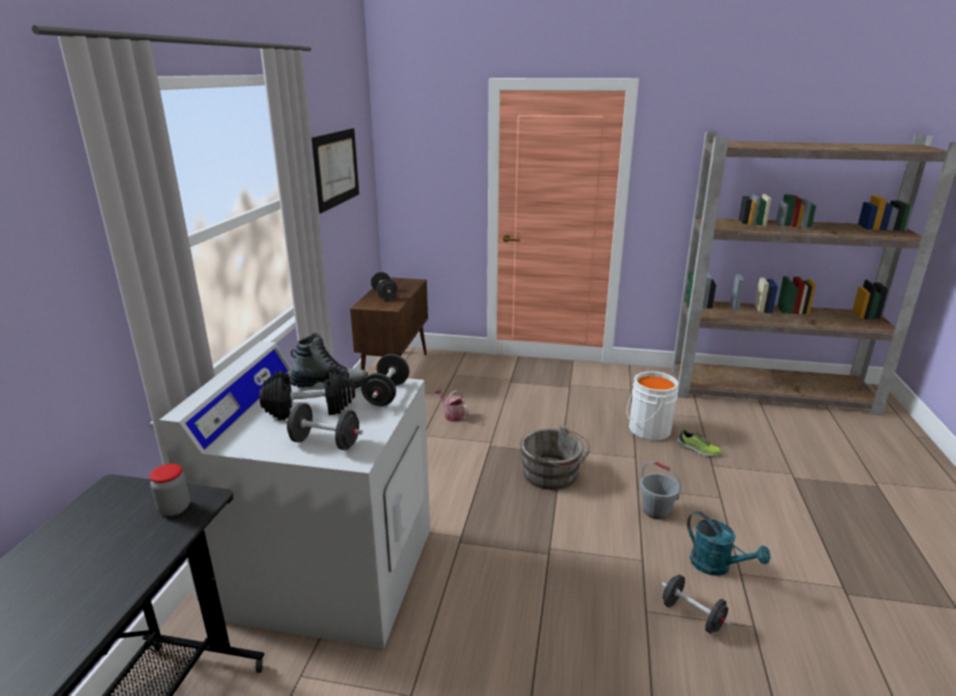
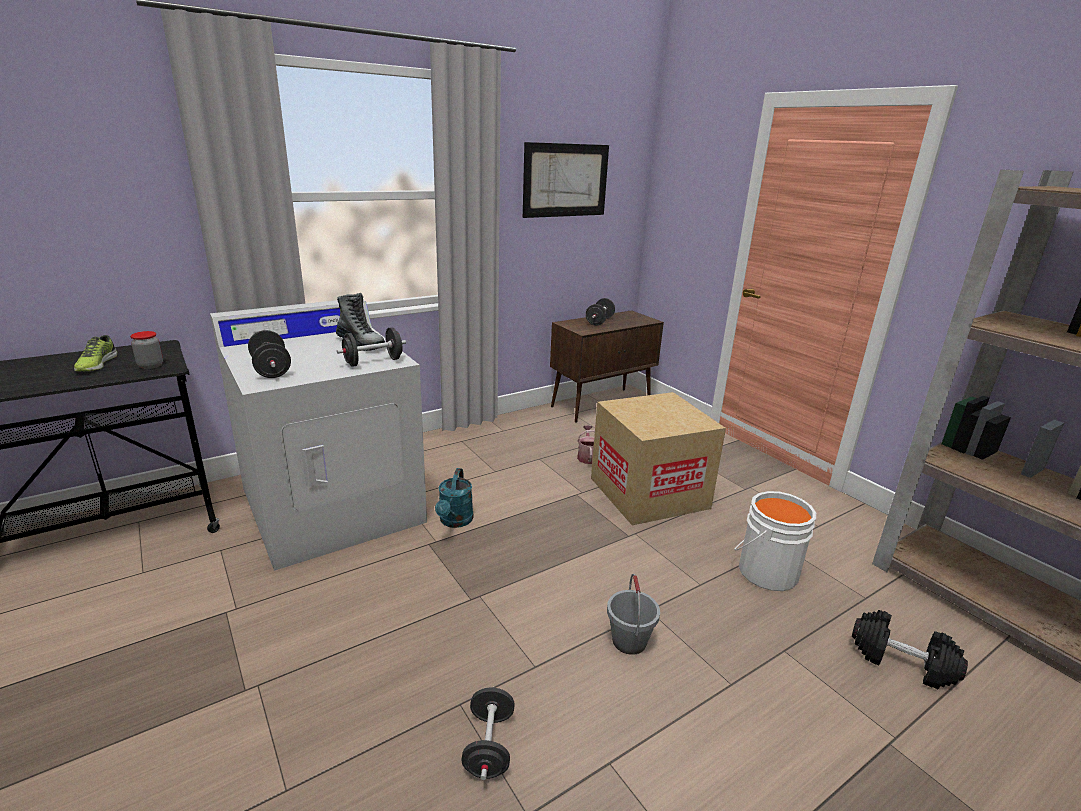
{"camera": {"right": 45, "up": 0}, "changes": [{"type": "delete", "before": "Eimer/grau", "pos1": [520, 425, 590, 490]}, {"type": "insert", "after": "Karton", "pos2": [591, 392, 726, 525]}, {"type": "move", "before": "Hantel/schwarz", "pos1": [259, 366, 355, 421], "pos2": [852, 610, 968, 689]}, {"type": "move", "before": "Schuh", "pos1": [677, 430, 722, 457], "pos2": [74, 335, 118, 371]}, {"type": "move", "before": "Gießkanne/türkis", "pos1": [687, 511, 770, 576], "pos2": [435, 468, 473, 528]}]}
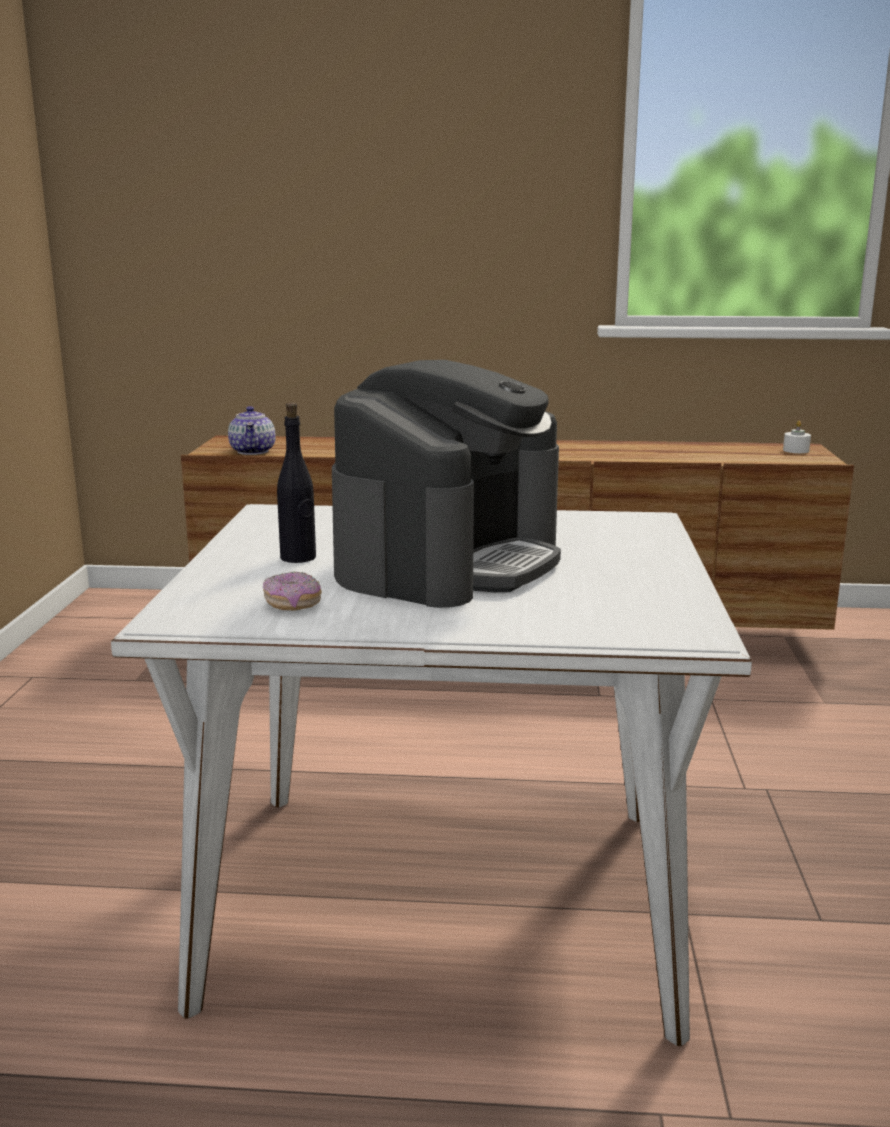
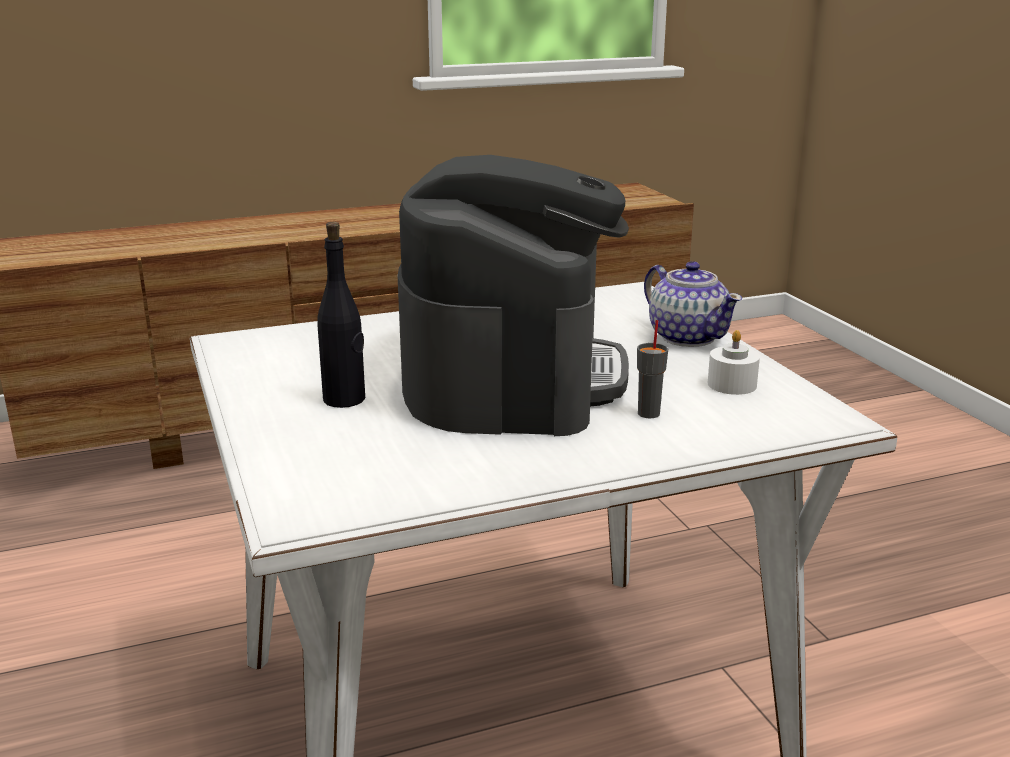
{"camera": {"right": -25, "up": 5}, "changes": [{"type": "delete", "before": "Donut", "pos1": [263, 571, 322, 610]}, {"type": "insert", "after": "Tasse/grau", "pos2": [637, 320, 668, 418]}, {"type": "move", "before": "Teekanne", "pos1": [228, 406, 276, 455], "pos2": [644, 261, 742, 347]}, {"type": "move", "before": "Kerze/weiß", "pos1": [783, 421, 811, 453], "pos2": [708, 330, 760, 395]}]}
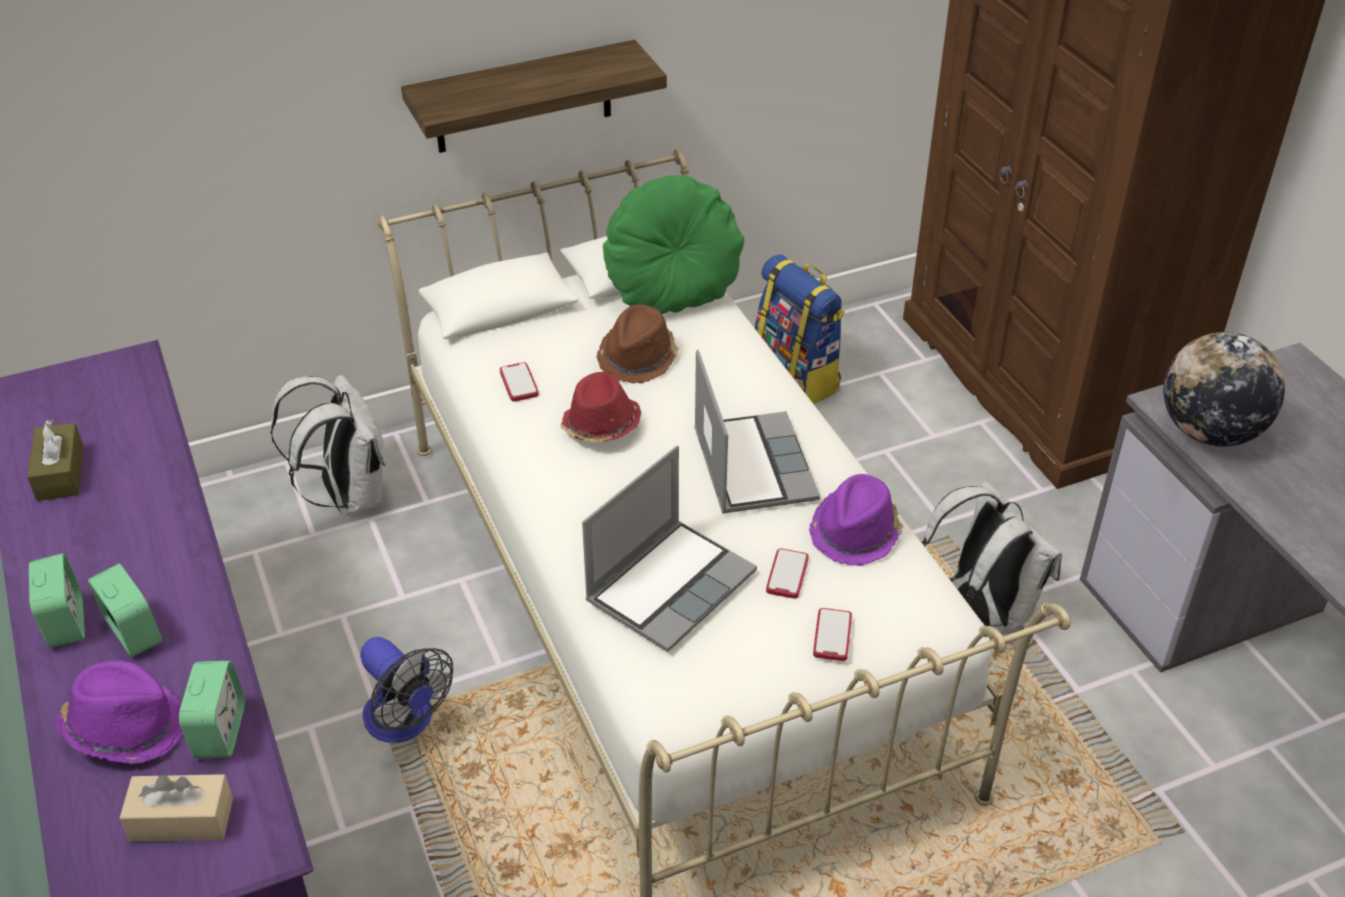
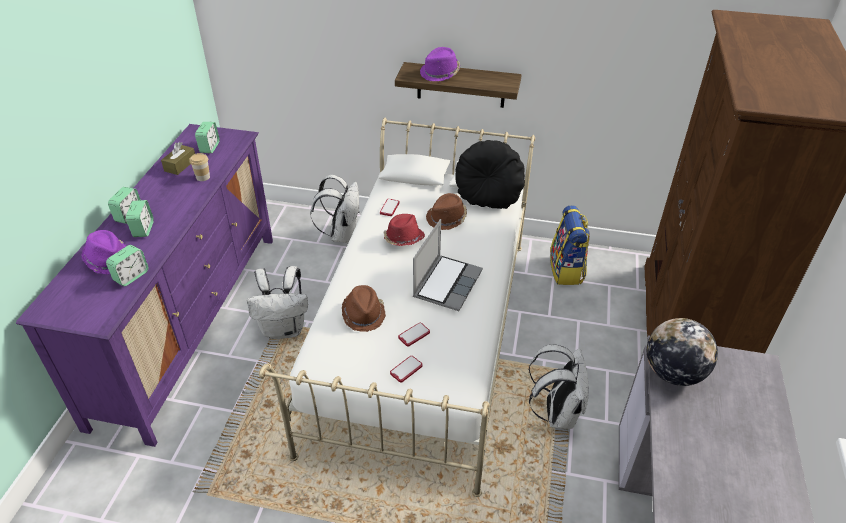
{"camera": {"right": 35, "up": 0}, "changes": [{"type": "delete", "before": "Taschentuchbox/beige", "pos1": [120, 774, 233, 842]}, {"type": "insert", "after": "Tasse", "pos2": [189, 153, 210, 181]}, {"type": "insert", "after": "Wecker", "pos2": [195, 122, 220, 153]}, {"type": "move", "before": "Hut/lila", "pos1": [809, 474, 903, 566], "pos2": [420, 47, 460, 81]}, {"type": "replace", "before": "Ventilator", "after": "Rucksack/weiß", "pos1": [360, 637, 453, 743], "pos2": [247, 266, 308, 339]}, {"type": "replace", "before": "Laptop", "after": "Hut/braun", "pos1": [582, 446, 757, 652], "pos2": [342, 285, 386, 332]}, {"type": "recolor", "before": "Kissen/grün", "after": "Kissen/schwarz", "pos1": [603, 176, 744, 314], "pos2": [455, 140, 525, 209]}]}
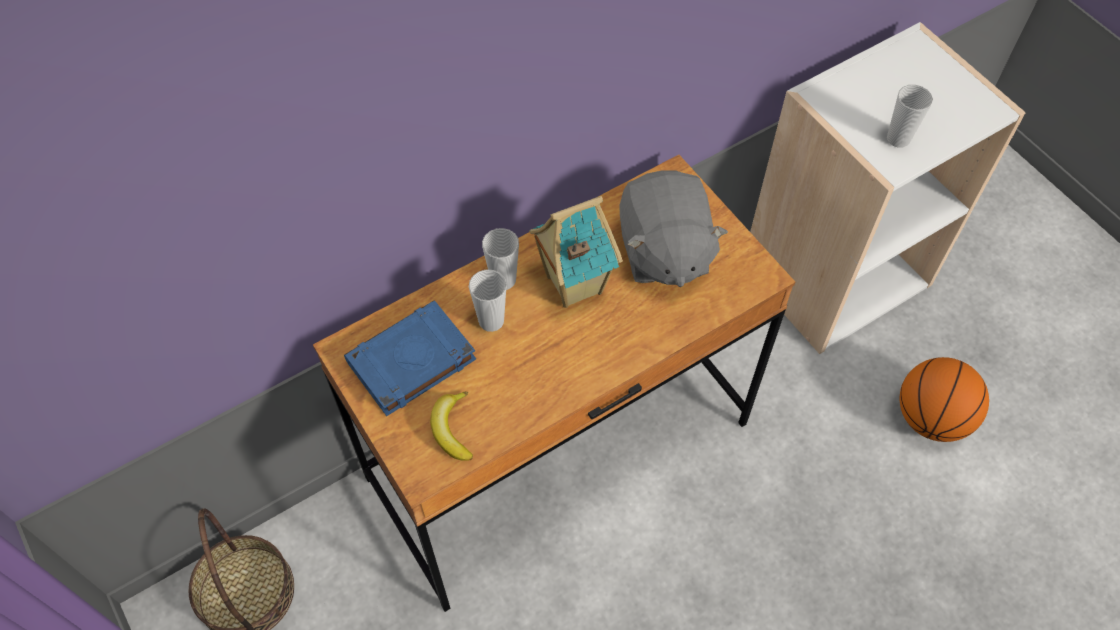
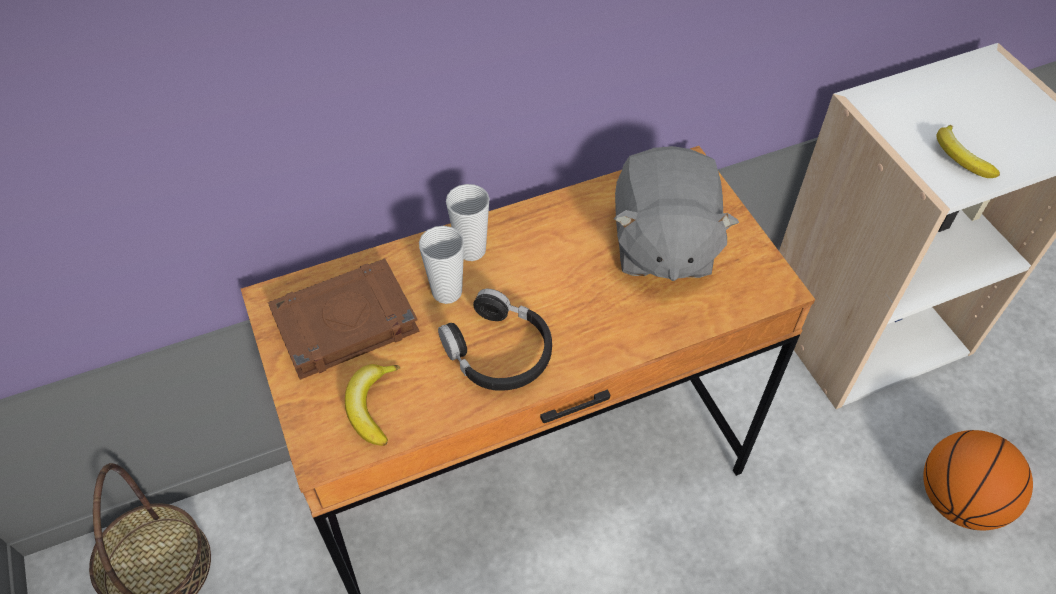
{"camera": {"right": 10, "up": -5}, "changes": [{"type": "delete", "before": "Spielzeughaus", "pos1": [529, 196, 623, 308]}, {"type": "insert", "after": "Kopfhörer/schwarz", "pos2": [438, 289, 552, 391]}, {"type": "replace", "before": "Tasse", "after": "Banane", "pos1": [887, 85, 933, 148], "pos2": [936, 125, 1000, 178]}, {"type": "recolor", "before": "Buch/blau", "after": "Buch/braun", "pos1": [344, 301, 476, 416], "pos2": [268, 258, 419, 380]}]}
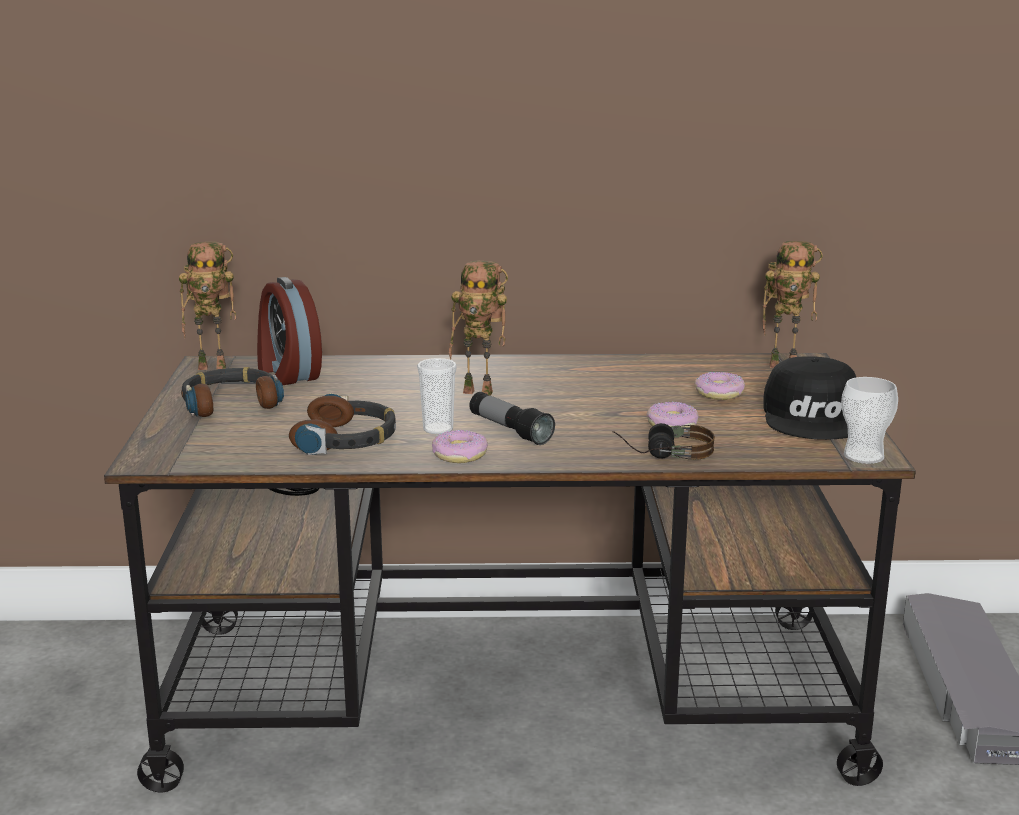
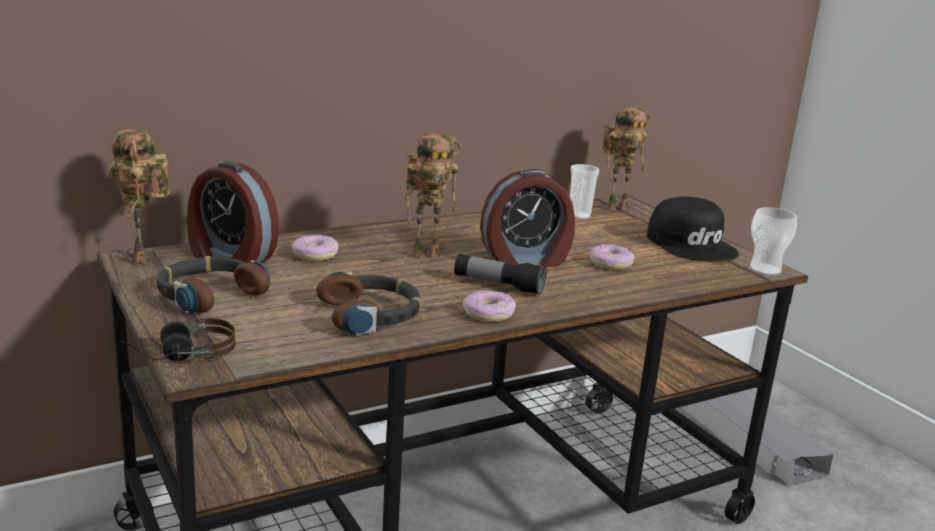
{"camera": {"right": -30, "up": 0}, "changes": [{"type": "insert", "after": "Wecker", "pos2": [480, 169, 575, 267]}, {"type": "move", "before": "Tasse", "pos1": [417, 358, 457, 434], "pos2": [570, 164, 599, 219]}, {"type": "move", "before": "Kopfhörer", "pos1": [613, 423, 715, 460], "pos2": [120, 318, 236, 361]}, {"type": "move", "before": "Donut", "pos1": [695, 372, 745, 400], "pos2": [292, 235, 339, 261]}, {"type": "rotate", "before": "Spielzeugroboter", "pos1": [179, 242, 236, 370], "pos2": [108, 129, 170, 265], "turn": 105}]}
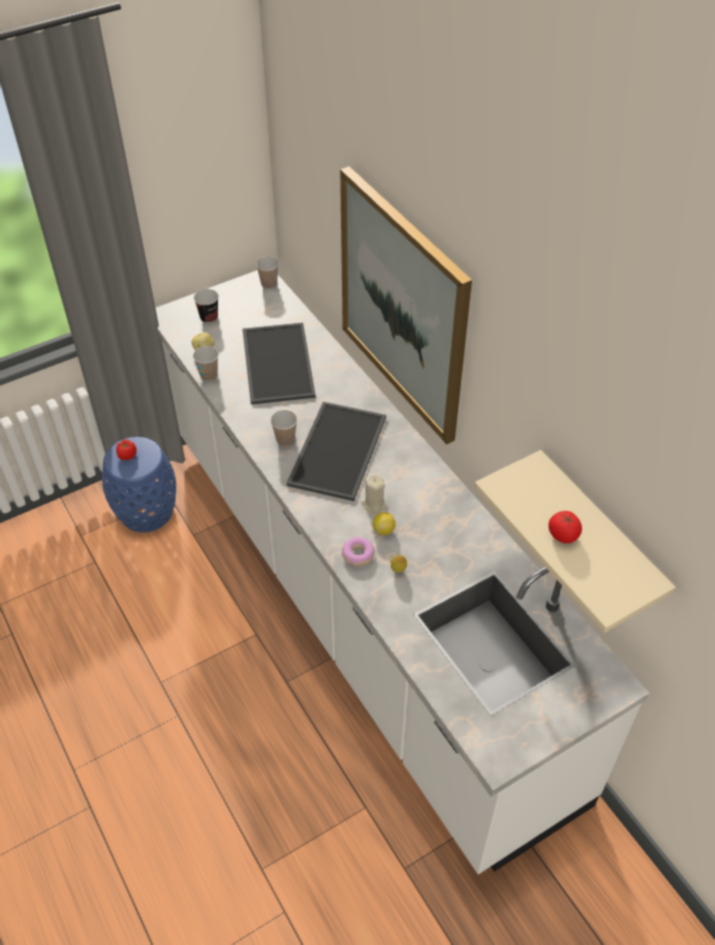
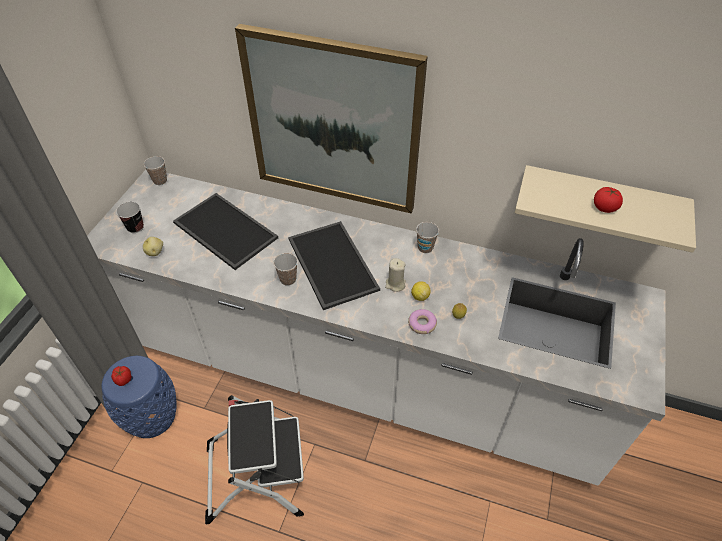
{"camera": {"right": -40, "up": 0}, "changes": [{"type": "insert", "after": "Trittleiter", "pos2": [205, 395, 304, 524]}, {"type": "move", "before": "Tasse", "pos1": [193, 346, 218, 381], "pos2": [416, 222, 439, 253]}]}
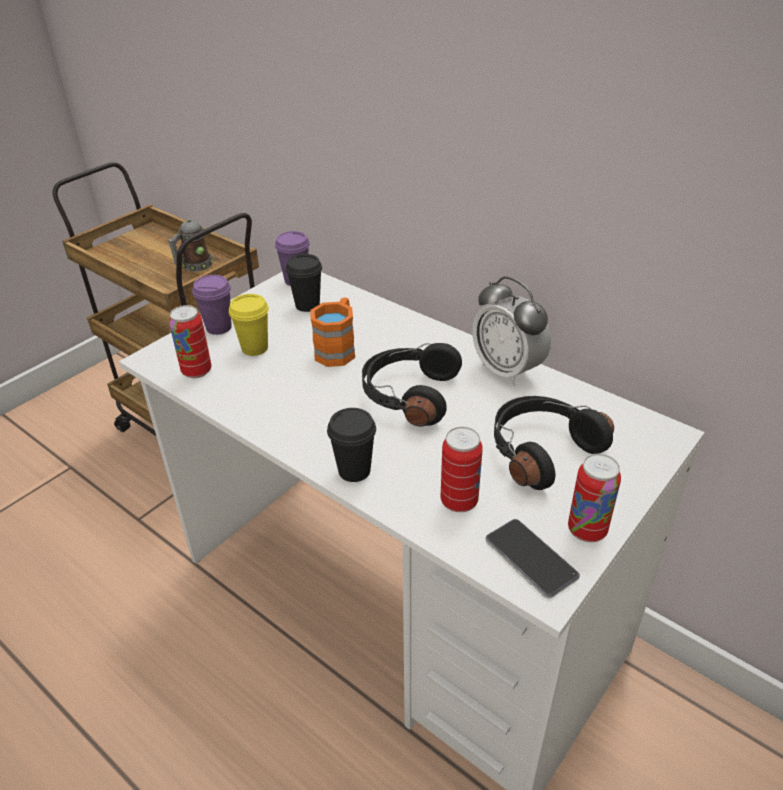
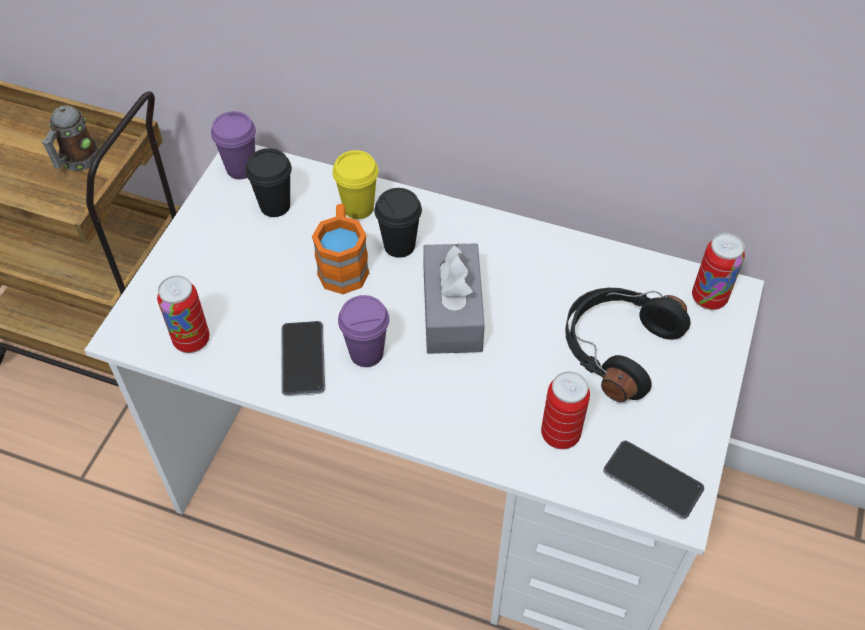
{"camera": {"right": -20, "up": 15}, "changes": [{"type": "delete", "before": "Wecker", "pos1": [472, 276, 551, 386]}, {"type": "insert", "after": "Handy", "pos2": [281, 321, 325, 396]}, {"type": "move", "before": "Tasse/lila", "pos1": [192, 275, 232, 335], "pos2": [338, 295, 389, 367]}, {"type": "move", "before": "Tasse/gelb", "pos1": [229, 294, 269, 356], "pos2": [332, 150, 379, 219]}, {"type": "move", "before": "Tasse/schwarz", "pos1": [327, 408, 376, 482], "pos2": [374, 188, 422, 258]}, {"type": "move", "before": "Dose", "pos1": [568, 454, 621, 542], "pos2": [692, 233, 745, 310]}, {"type": "replace", "before": "Kopfhörer/schwarz", "after": "Taschentuchbox/grau", "pos1": [362, 343, 462, 427], "pos2": [423, 243, 485, 354]}]}
